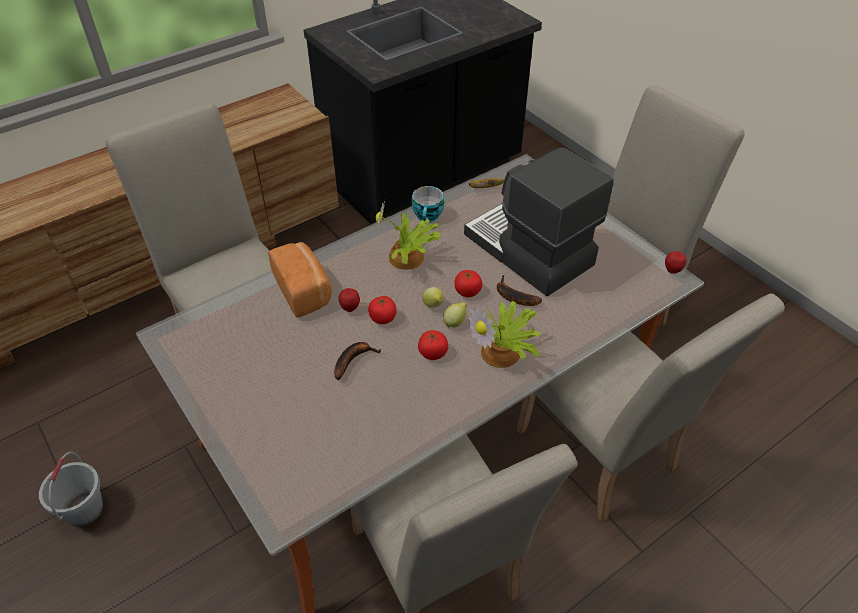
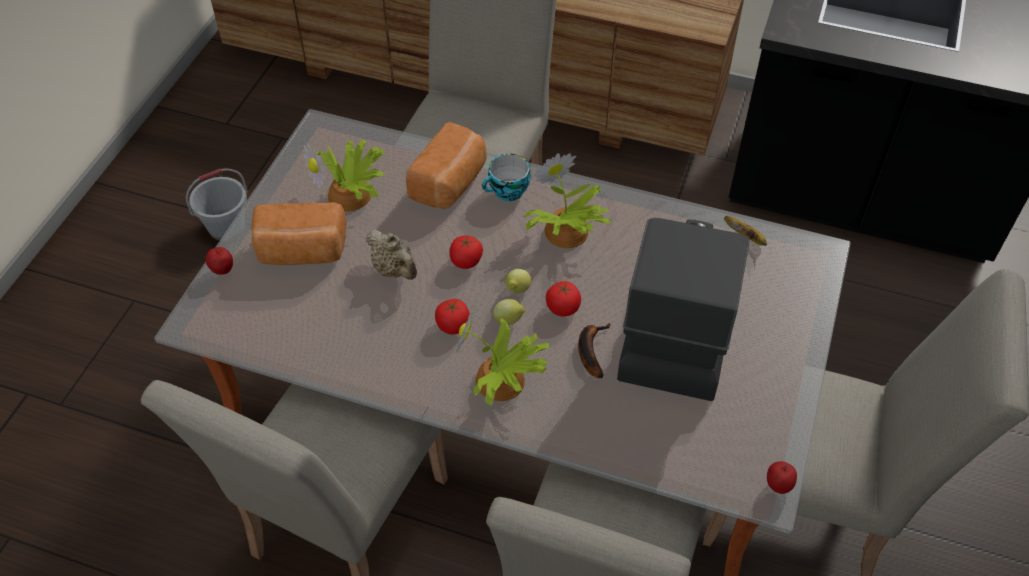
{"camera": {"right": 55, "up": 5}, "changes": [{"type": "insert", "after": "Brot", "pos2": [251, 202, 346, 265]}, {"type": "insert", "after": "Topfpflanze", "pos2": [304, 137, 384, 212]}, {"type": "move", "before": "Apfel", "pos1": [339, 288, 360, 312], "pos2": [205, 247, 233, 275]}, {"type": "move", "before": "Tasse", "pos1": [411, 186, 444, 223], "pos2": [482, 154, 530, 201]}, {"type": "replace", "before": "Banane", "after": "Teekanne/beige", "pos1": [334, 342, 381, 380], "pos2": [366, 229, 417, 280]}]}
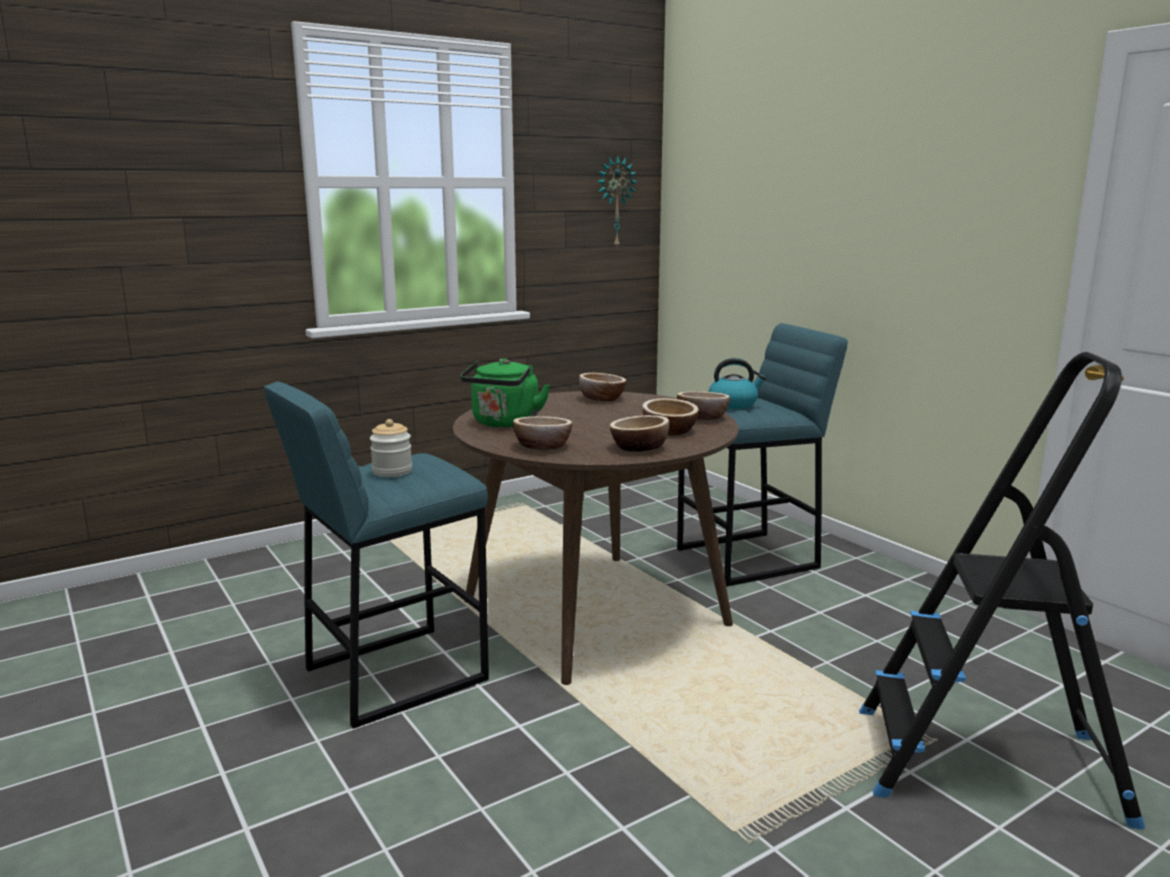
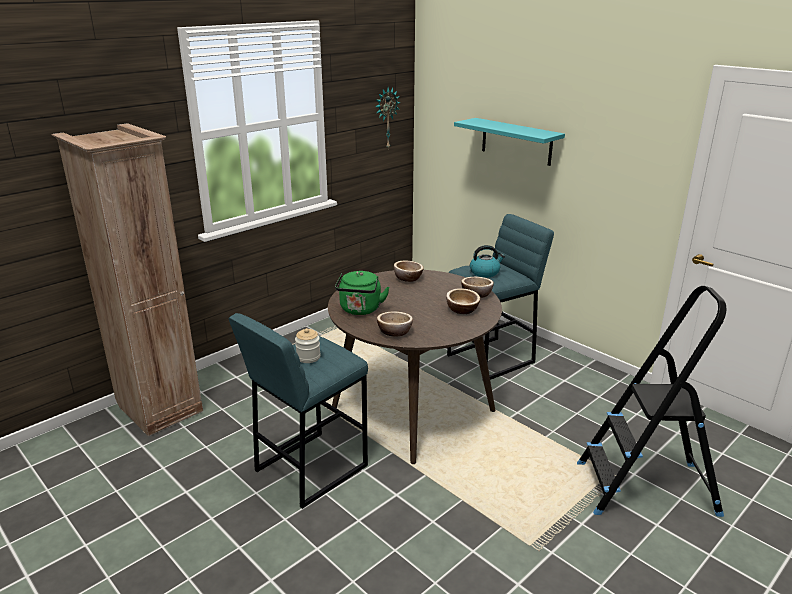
{"camera": {"right": -10, "up": 10}, "changes": [{"type": "delete", "before": "Schüssel", "pos1": [610, 415, 669, 452]}, {"type": "insert", "after": "Schrank/braun", "pos2": [51, 123, 203, 436]}, {"type": "insert", "after": "Wandregal/türkis", "pos2": [454, 118, 565, 166]}]}
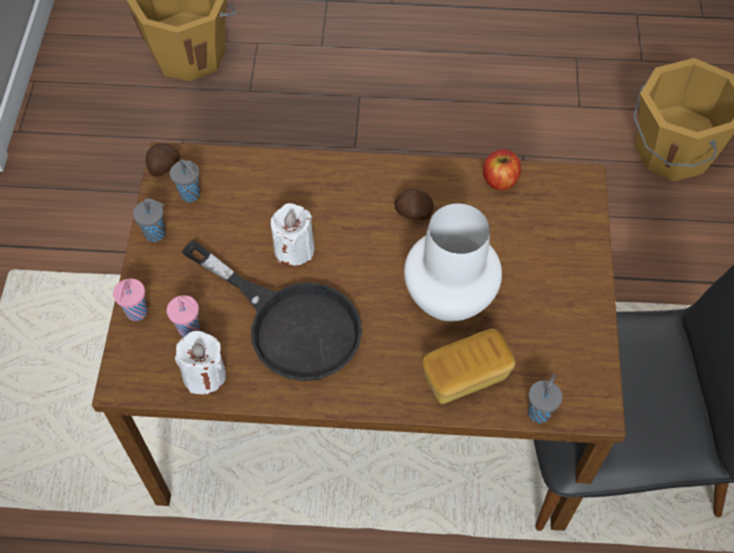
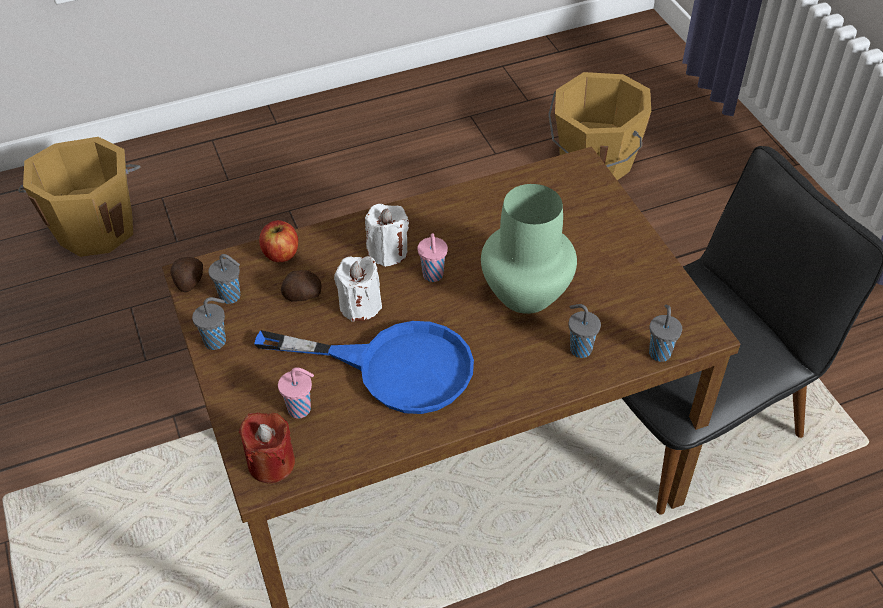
{"camera": {"right": -25, "up": -10}, "changes": [{"type": "insert", "after": "Kerze/rot", "pos2": [239, 413, 295, 483]}, {"type": "move", "before": "Tasse/rosa", "pos1": [113, 279, 147, 321], "pos2": [417, 233, 448, 282]}, {"type": "move", "before": "Kerze/weiß", "pos1": [175, 331, 226, 395], "pos2": [365, 204, 409, 267]}, {"type": "move", "before": "Kartoffel", "pos1": [394, 189, 434, 220], "pos2": [281, 270, 321, 302]}, {"type": "move", "before": "Apfel", "pos1": [483, 149, 521, 190], "pos2": [259, 220, 298, 262]}, {"type": "replace", "before": "Brot", "after": "Tasse/grau", "pos1": [422, 329, 515, 404], "pos2": [568, 304, 601, 358]}, {"type": "recolor", "before": "Pfanne/schwarz", "after": "Pfanne/blau", "pos1": [182, 240, 362, 381], "pos2": [254, 321, 474, 414]}, {"type": "recolor", "before": "Vase/weiß", "after": "Vase/grün", "pos1": [404, 203, 502, 322], "pos2": [481, 184, 577, 314]}]}
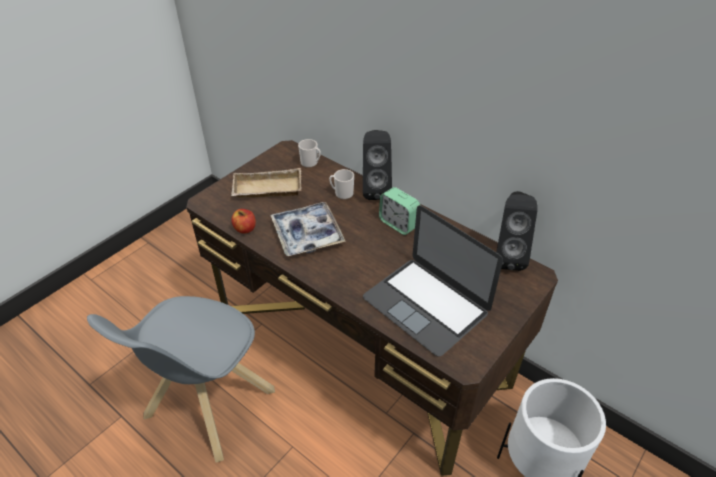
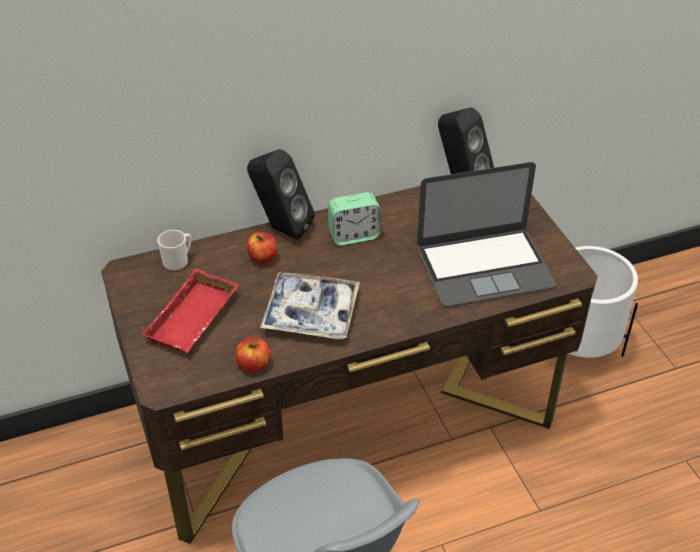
{"camera": {"right": -60, "up": 0}, "changes": [{"type": "replace", "before": "Henkelbecher", "after": "Apfel", "pos1": [329, 169, 354, 199], "pos2": [247, 232, 277, 263]}, {"type": "recolor", "before": "Tablett/beige", "after": "Tablett/rot", "pos1": [231, 168, 302, 198], "pos2": [142, 268, 239, 353]}]}
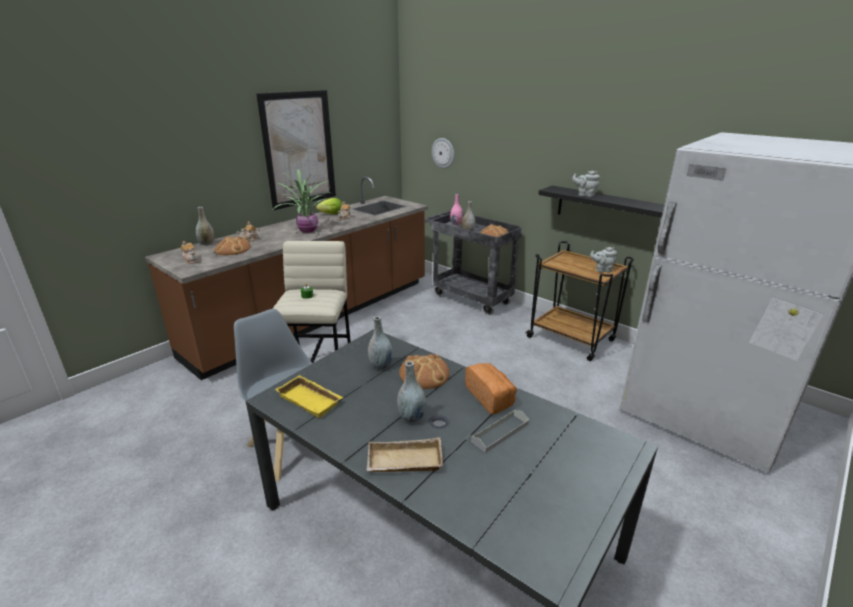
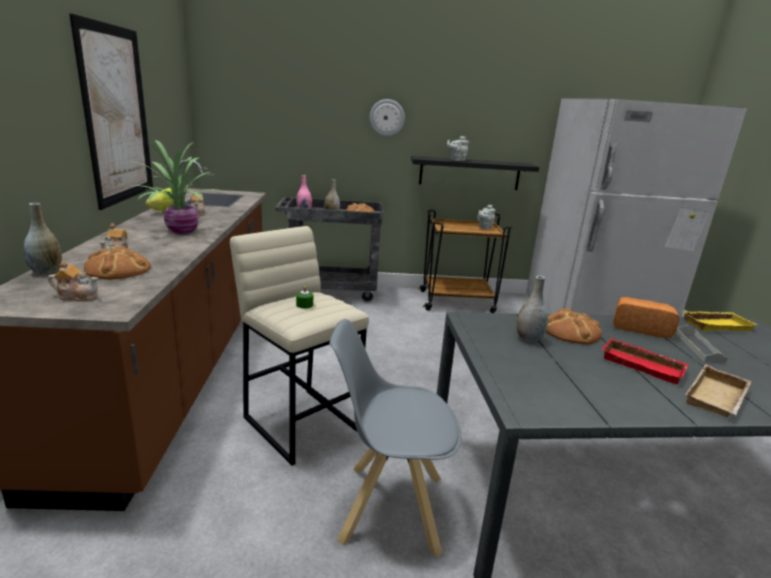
{"camera": {"right": -45, "up": -5}, "changes": [{"type": "move", "before": "Tablett/gelb", "pos1": [275, 375, 343, 418], "pos2": [682, 311, 757, 331]}, {"type": "move", "before": "Wanduhr", "pos1": [432, 138, 454, 168], "pos2": [369, 99, 405, 136]}, {"type": "replace", "before": "Vase/grau", "after": "Tablett/rot", "pos1": [397, 361, 426, 423], "pos2": [602, 338, 688, 384]}]}
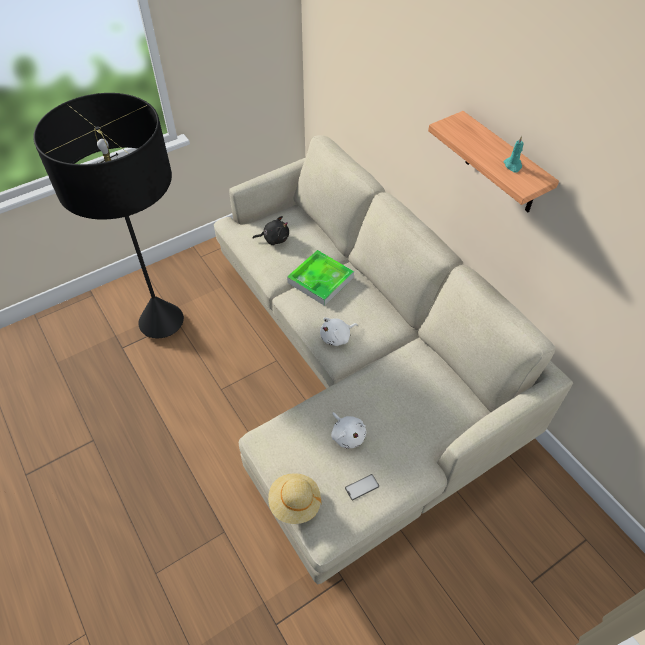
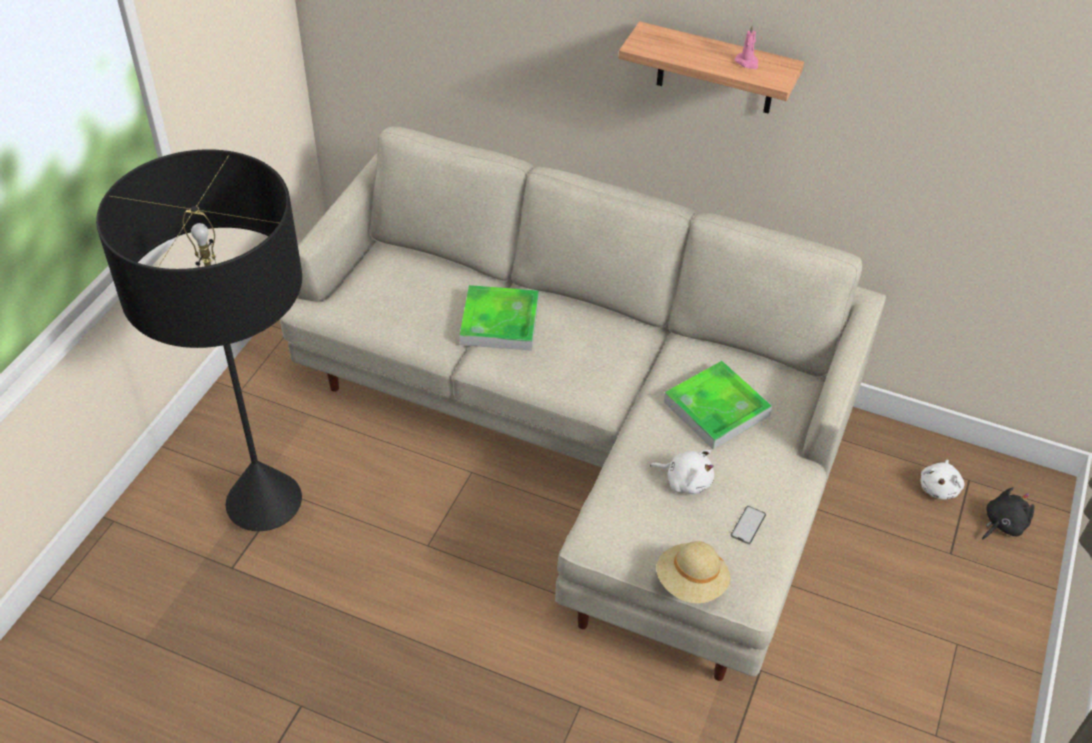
{"camera": {"right": -35, "up": -5}, "changes": [{"type": "insert", "after": "Tablett", "pos2": [664, 361, 772, 449]}, {"type": "move", "before": "Plüschtier/schwarz", "pos1": [253, 216, 289, 245], "pos2": [982, 487, 1034, 540]}, {"type": "move", "before": "Plüschtier/weiß", "pos1": [320, 317, 358, 346], "pos2": [921, 460, 964, 500]}, {"type": "recolor", "before": "Kerze/türkis", "after": "Kerze/rosa", "pos1": [504, 136, 523, 173], "pos2": [735, 24, 758, 69]}]}
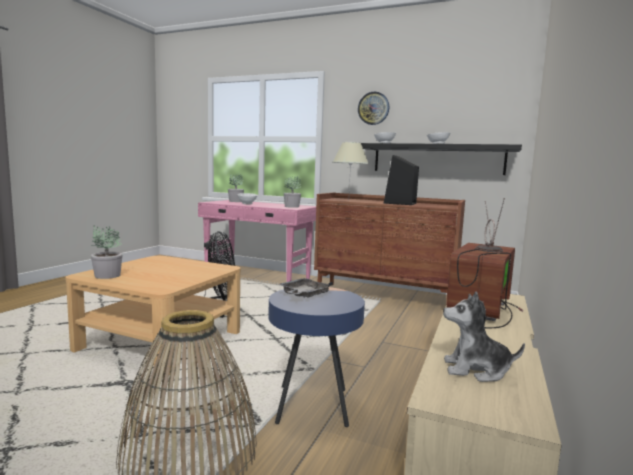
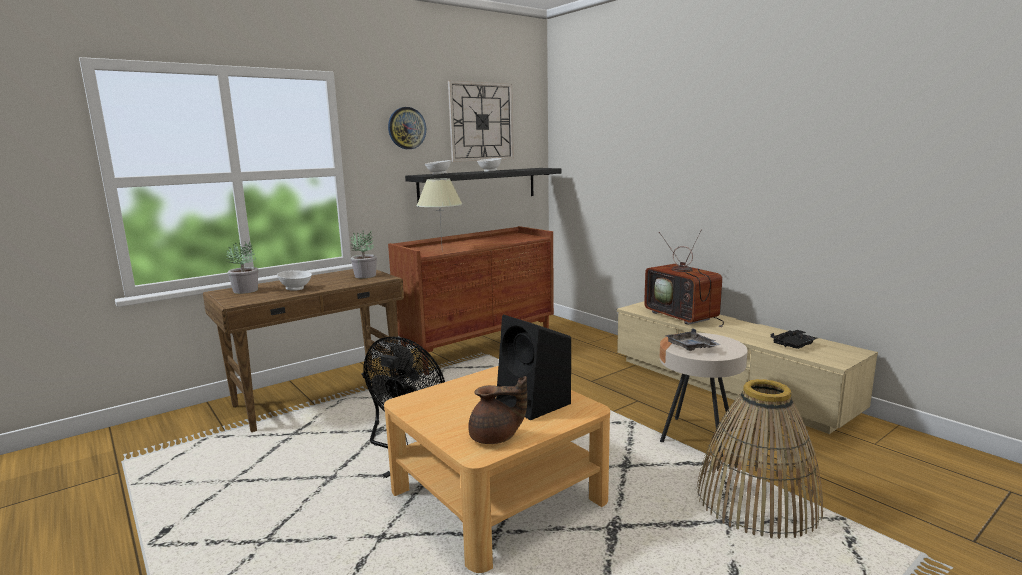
{"camera": {"right": -60, "up": 5}, "changes": [{"type": "insert", "after": "Wanduhr", "pos2": [448, 81, 514, 162]}, {"type": "move", "before": "Lautsprecher/schwarz", "pos1": [384, 155, 419, 205], "pos2": [496, 315, 571, 420]}, {"type": "replace", "before": "Topfpflanze", "after": "Teekanne/braun", "pos1": [91, 226, 123, 279], "pos2": [468, 376, 527, 444]}, {"type": "replace", "before": "Plüschtier", "after": "Tablett/schwarz", "pos1": [443, 292, 525, 382], "pos2": [771, 330, 817, 349]}, {"type": "recolor", "before": "Konsolentisch/rosa", "after": "Konsolentisch/braun", "pos1": [198, 200, 316, 282], "pos2": [203, 269, 404, 432]}, {"type": "recolor", "before": "Beistelltisch/blau", "after": "Beistelltisch/beige", "pos1": [268, 287, 365, 427], "pos2": [660, 333, 748, 457]}]}
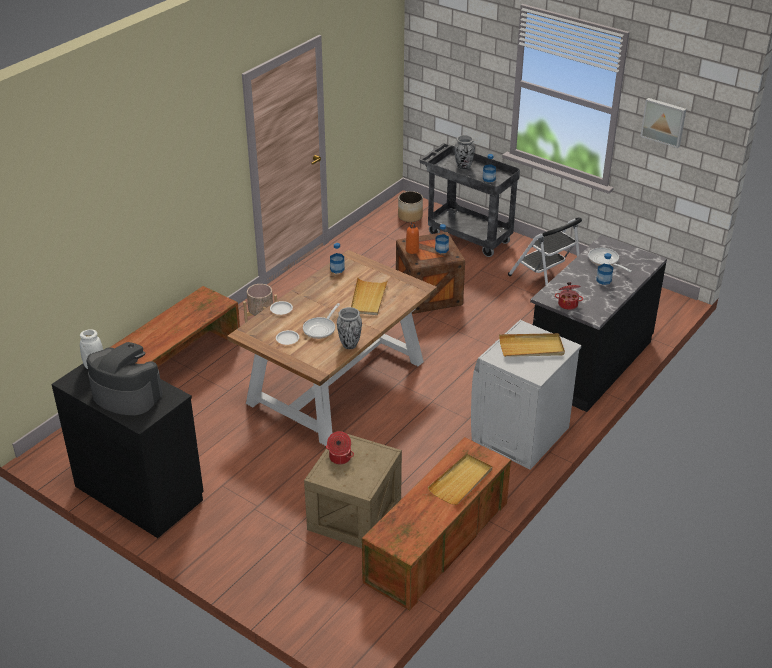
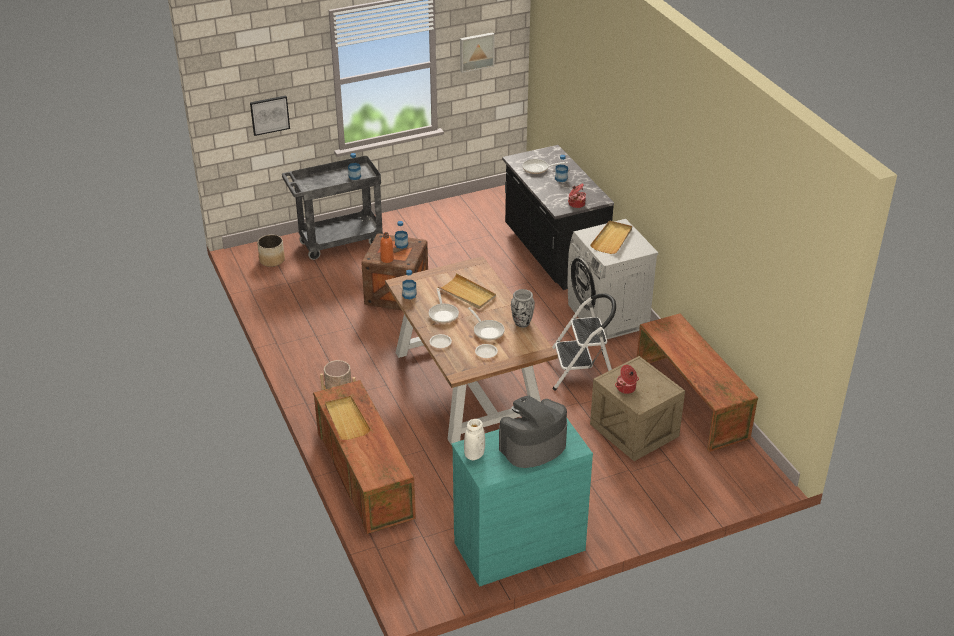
{"camera": {"right": -60, "up": 0}, "changes": [{"type": "delete", "before": "Vase", "pos1": [454, 135, 475, 170]}, {"type": "insert", "after": "Bild", "pos2": [250, 96, 290, 136]}, {"type": "insert", "after": "Pfanne", "pos2": [429, 288, 459, 323]}, {"type": "move", "before": "Tablett/beige", "pos1": [428, 453, 492, 505], "pos2": [325, 396, 371, 440]}, {"type": "move", "before": "Trittleiter", "pos1": [508, 218, 582, 285], "pos2": [552, 293, 616, 391]}, {"type": "recolor", "before": "Kommode/schwarz", "after": "Kommode/türkis", "pos1": [51, 364, 204, 538], "pos2": [452, 419, 593, 587]}]}
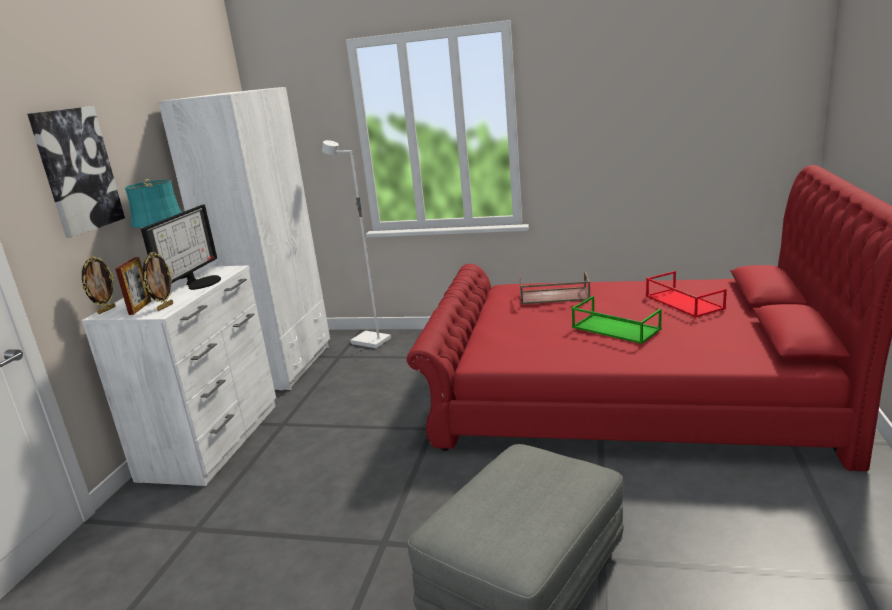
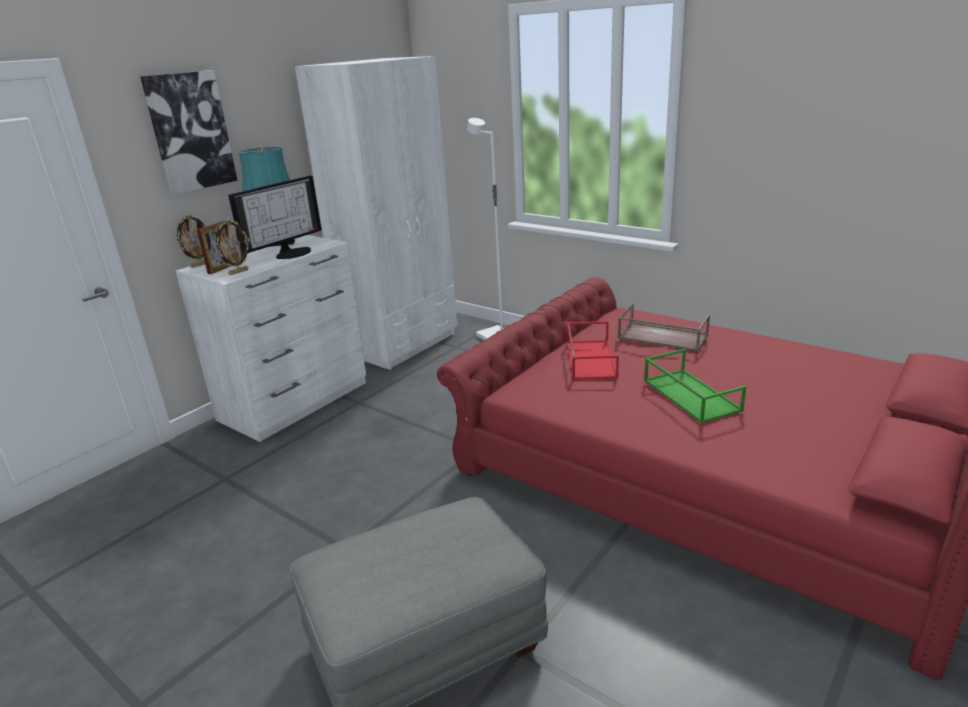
{"camera": {"right": 25, "up": 5}, "changes": [{"type": "move", "before": "Tablett/rot", "pos1": [646, 271, 727, 317], "pos2": [567, 321, 619, 380]}]}
